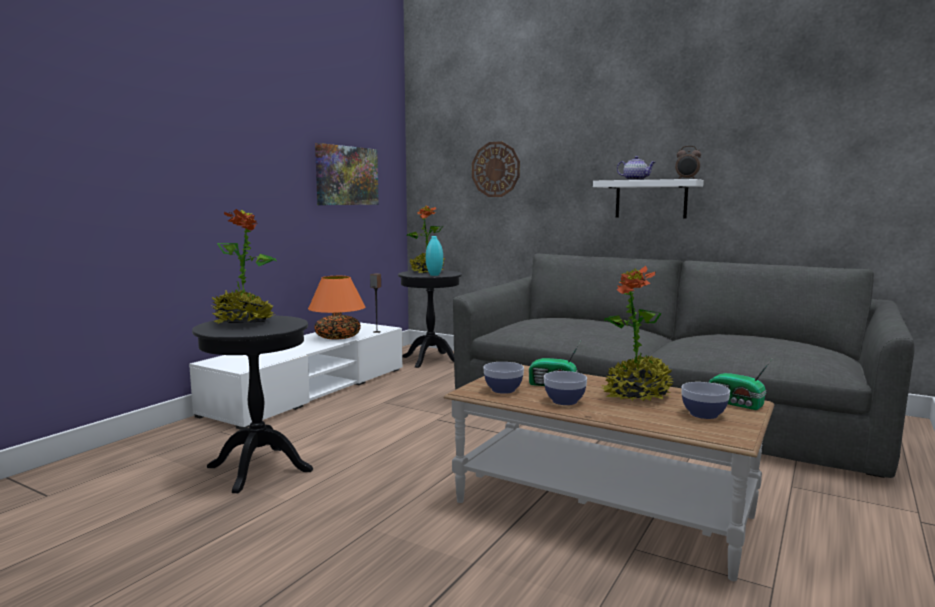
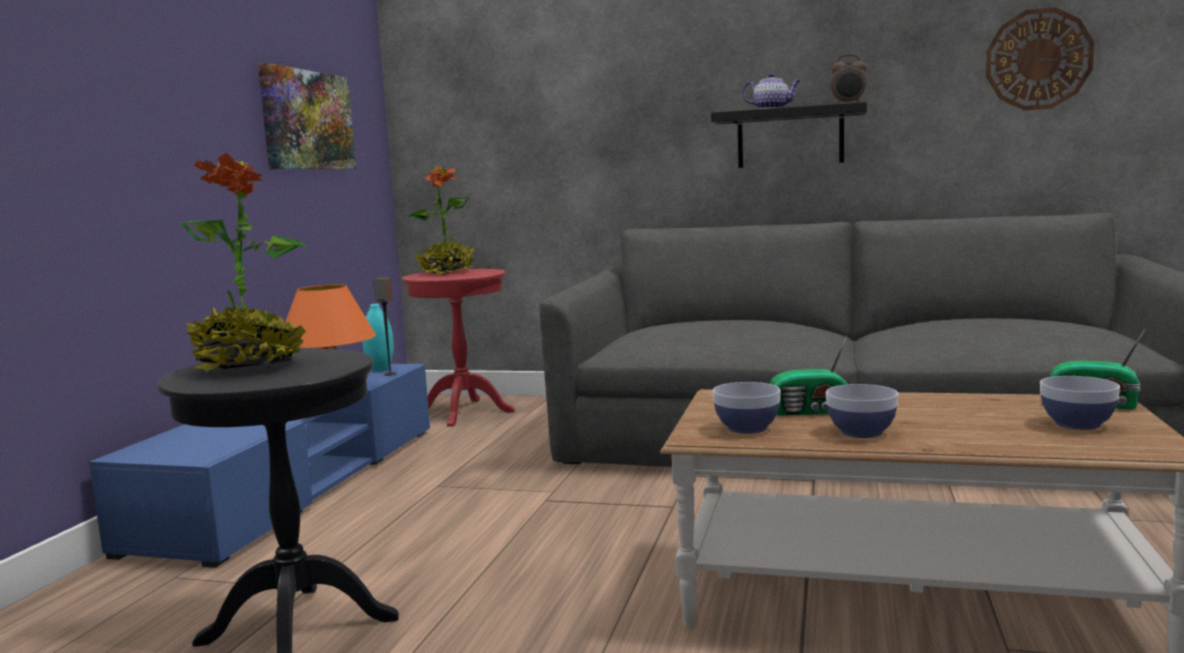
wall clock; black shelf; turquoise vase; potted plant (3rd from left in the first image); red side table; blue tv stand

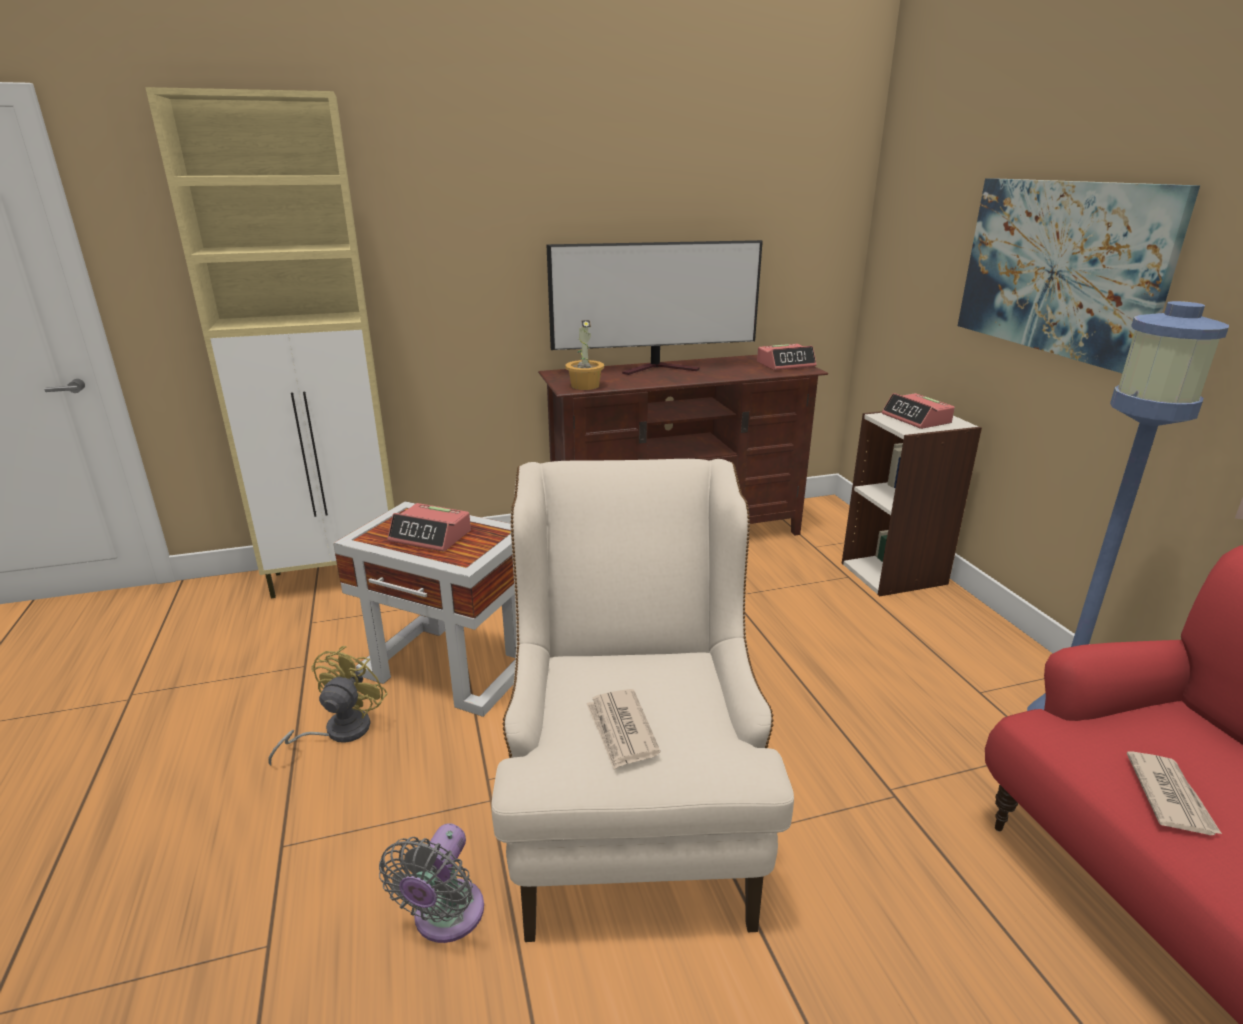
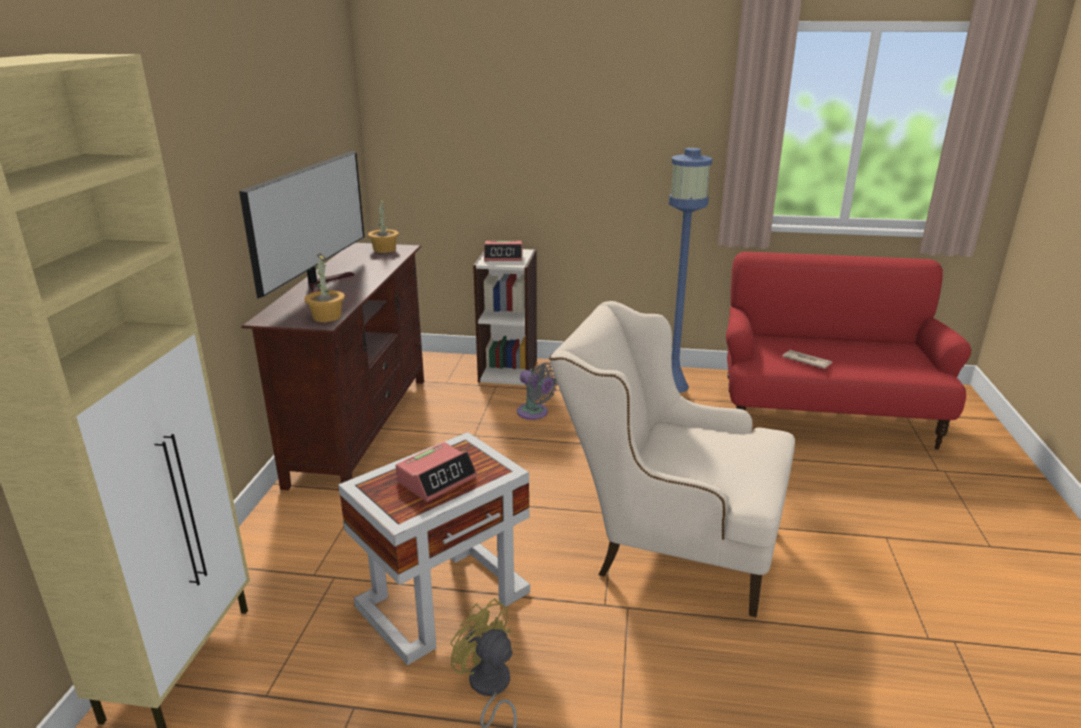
picture; potted plant (2nd from left); newspaper (1st from left in the first image); grey fan

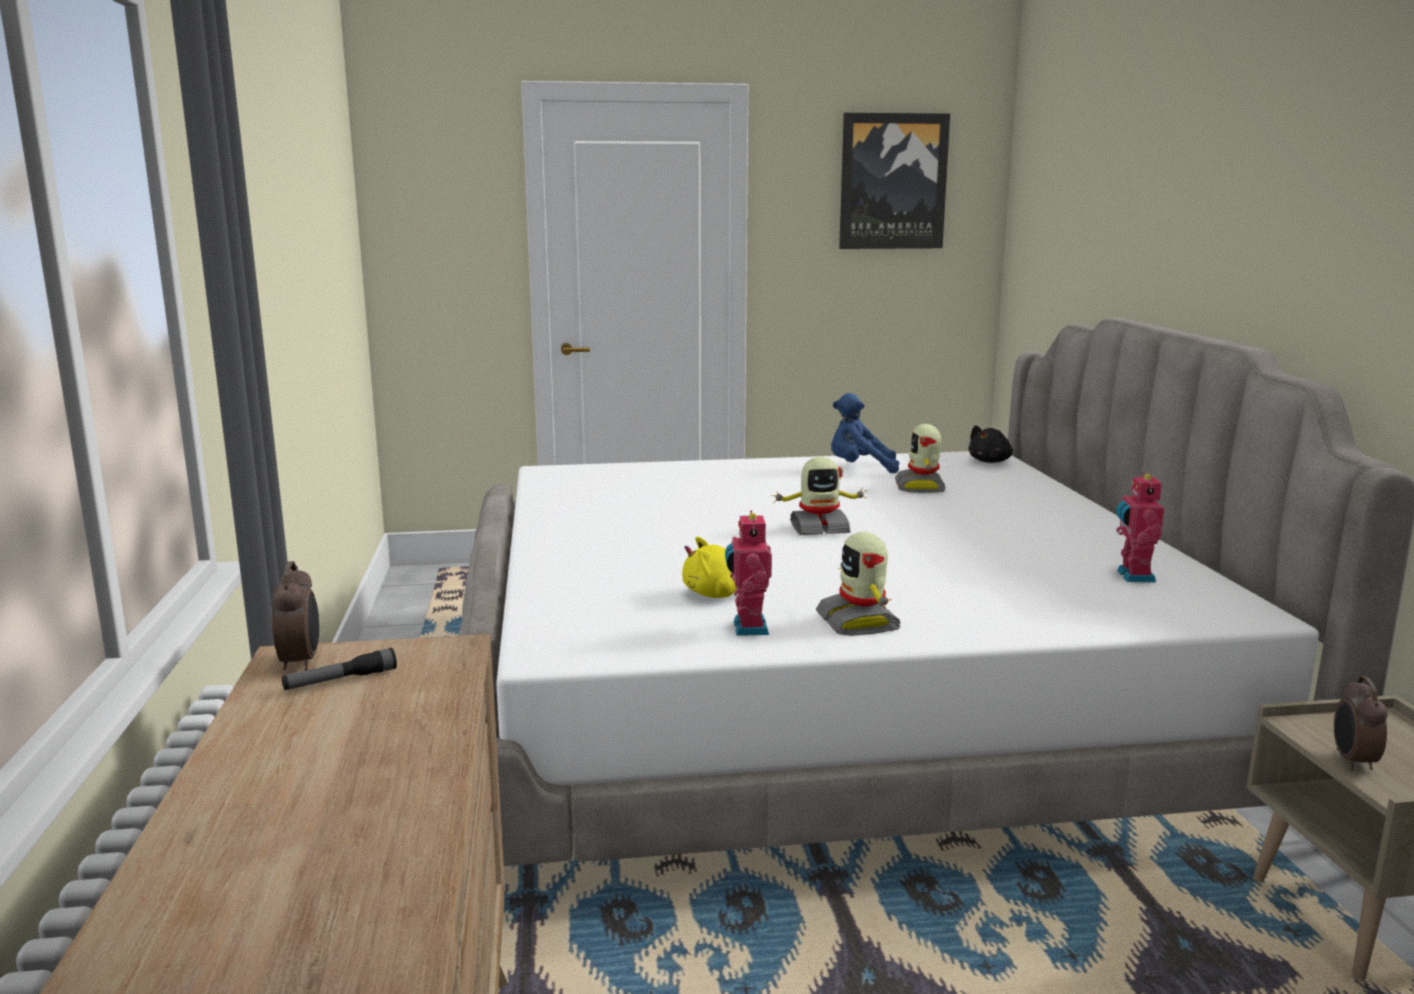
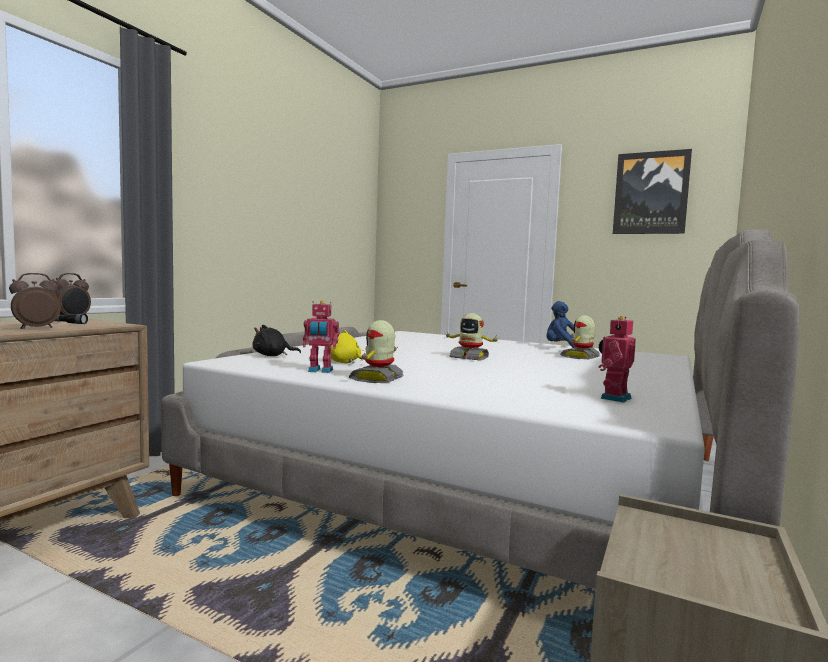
black plush toy; toy robot (1st from left); alarm clock (1st from left)

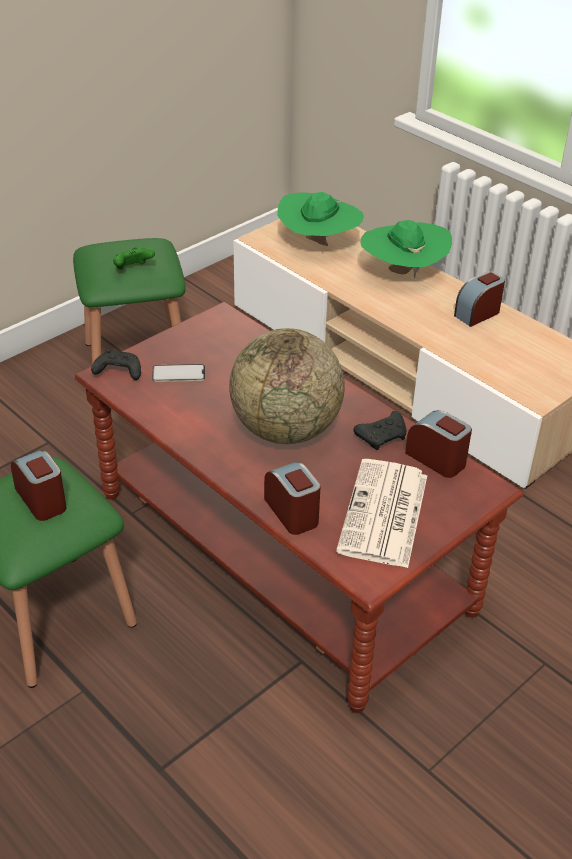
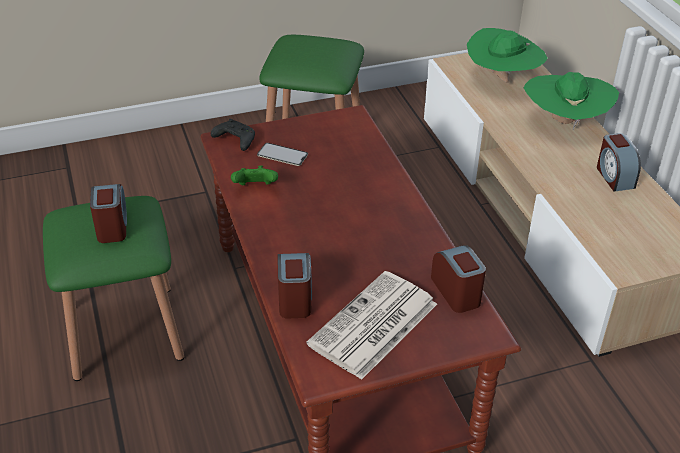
green game controller; alarm clock (4th from left); globe; black game controller (2nd from left in the first image)

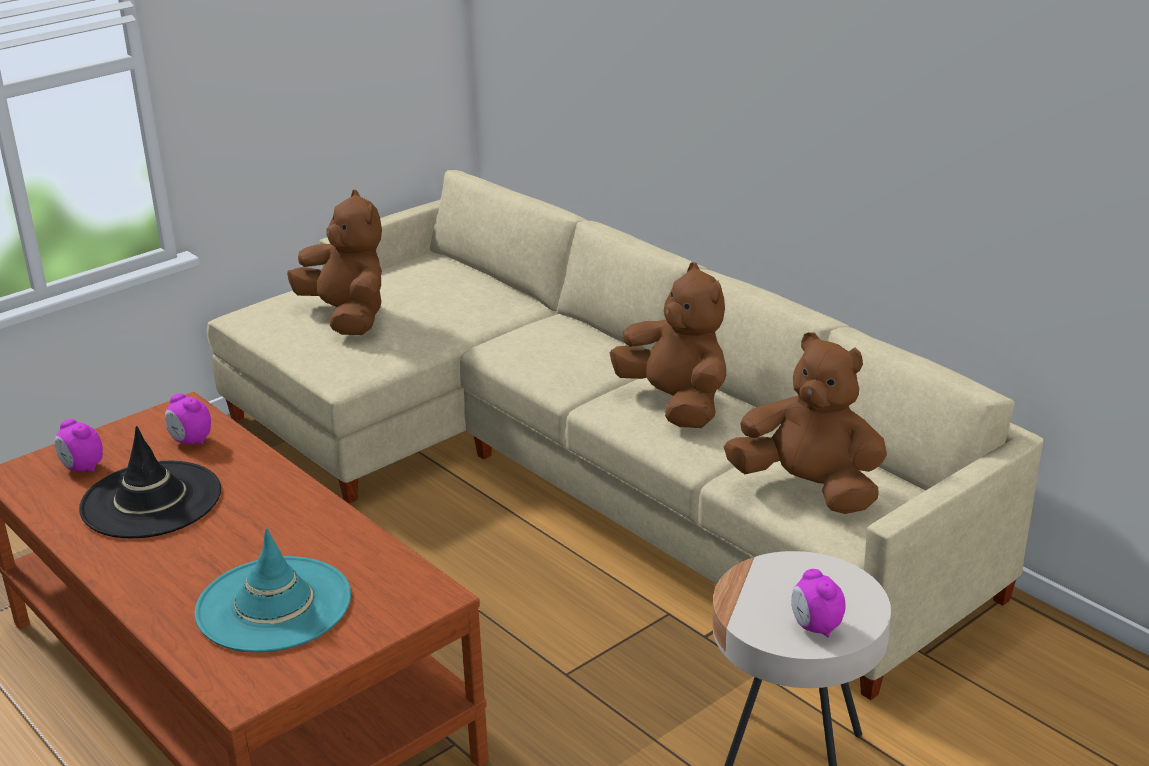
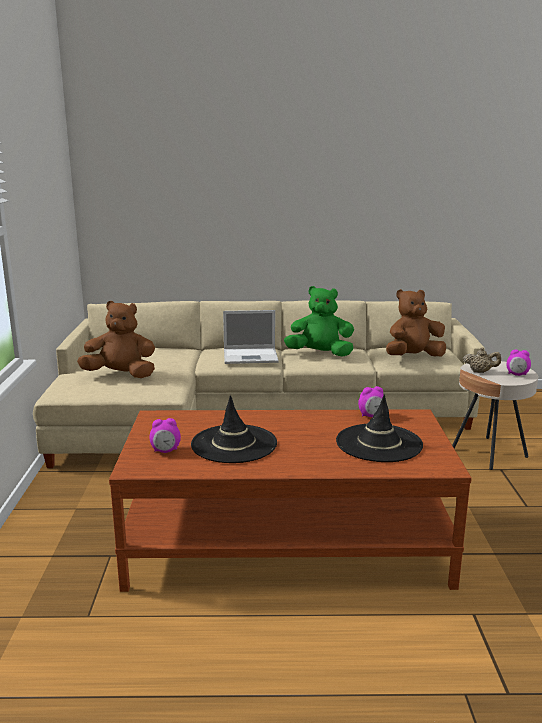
green plush toy; alarm clock (2nd from left); black hat (2nd from left); laptop; beige teapot

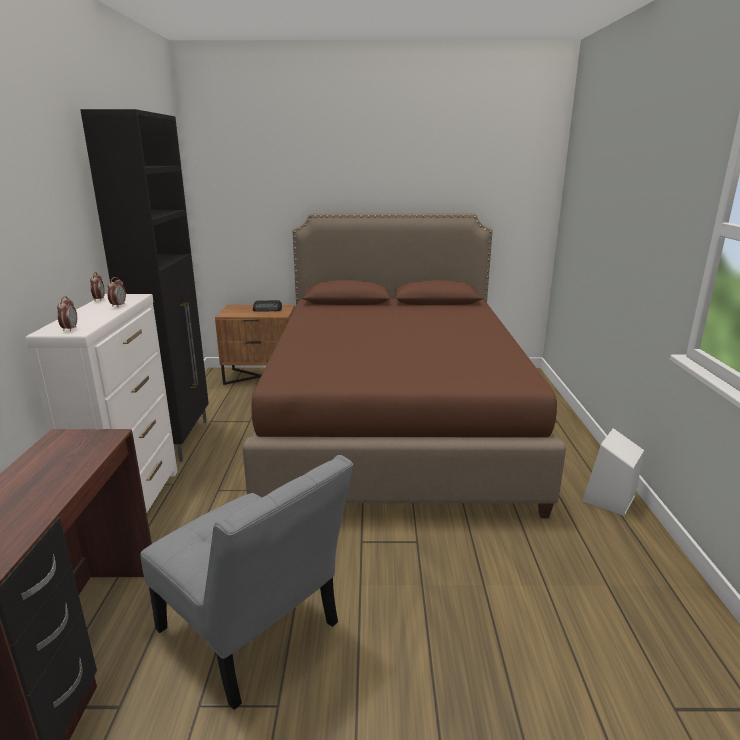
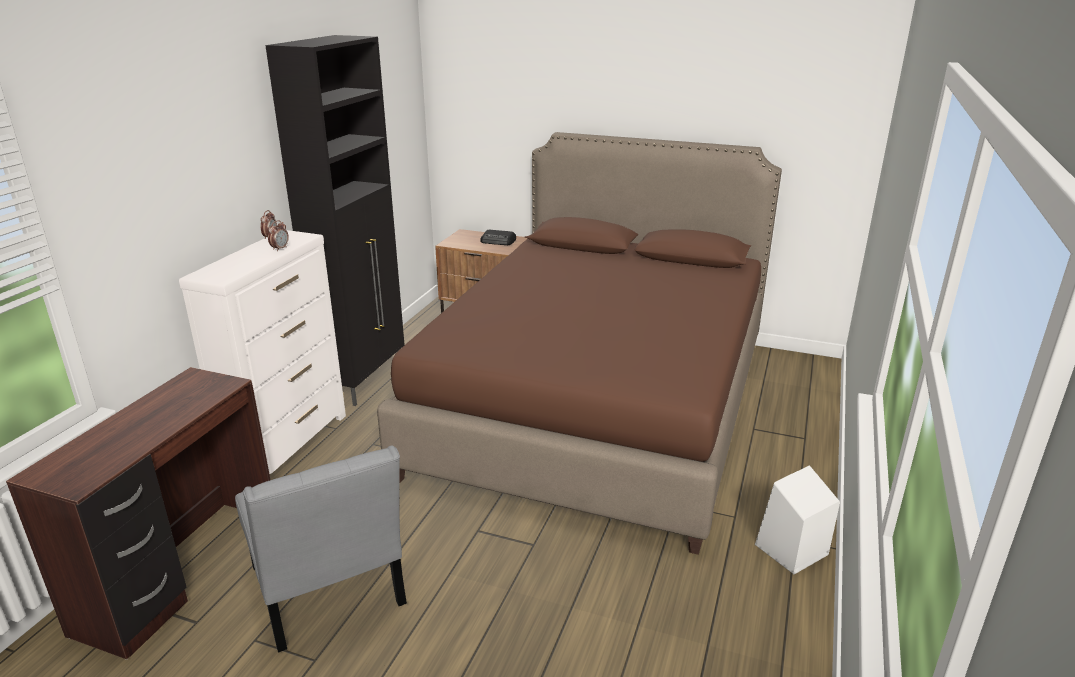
alarm clock (1st from left in the first image)

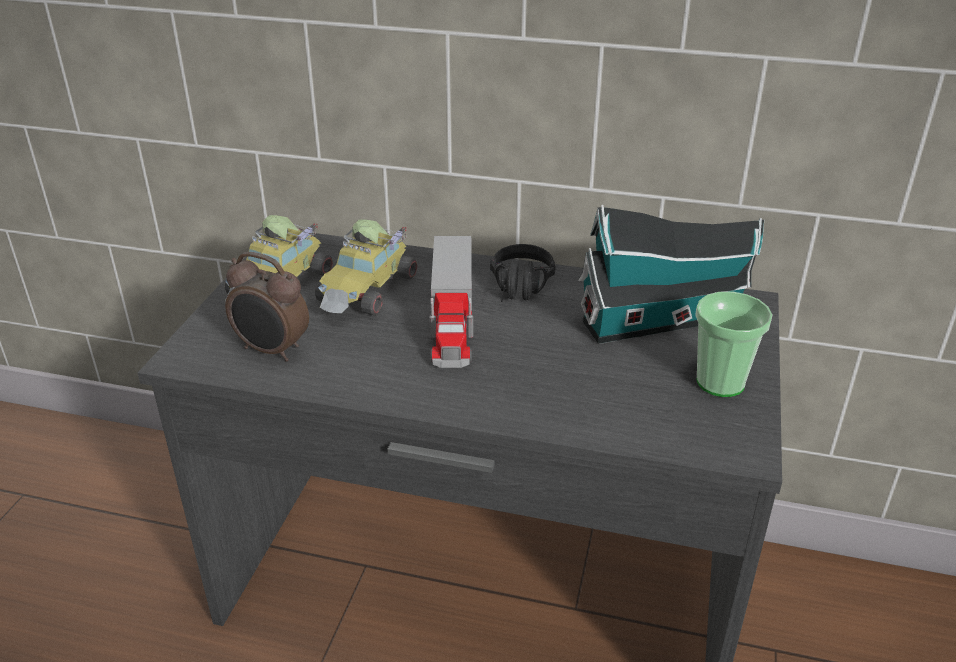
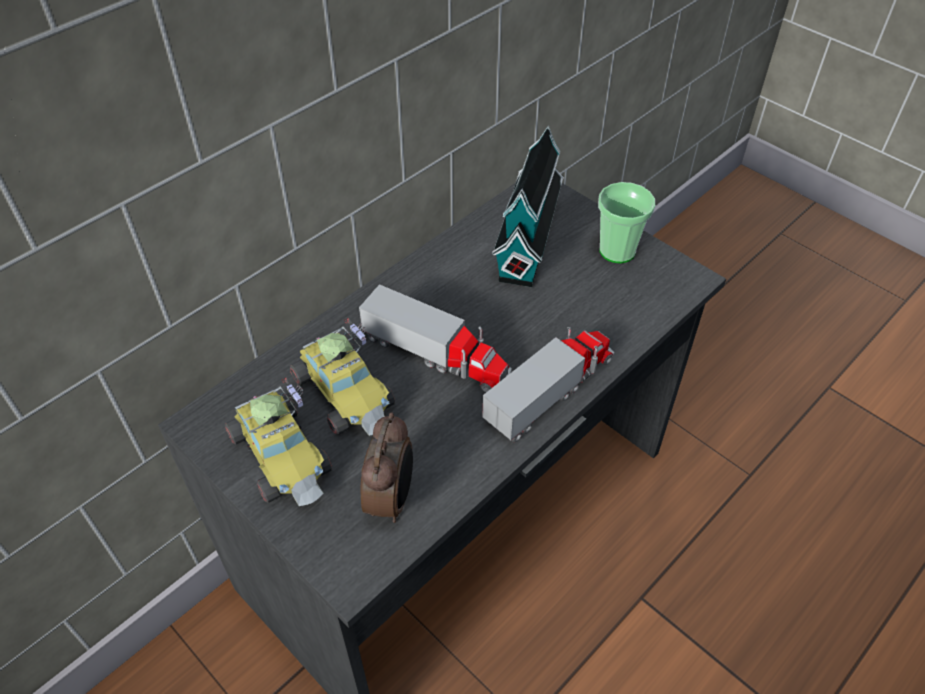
black headphones; alarm clock; toy truck (2nd from left)

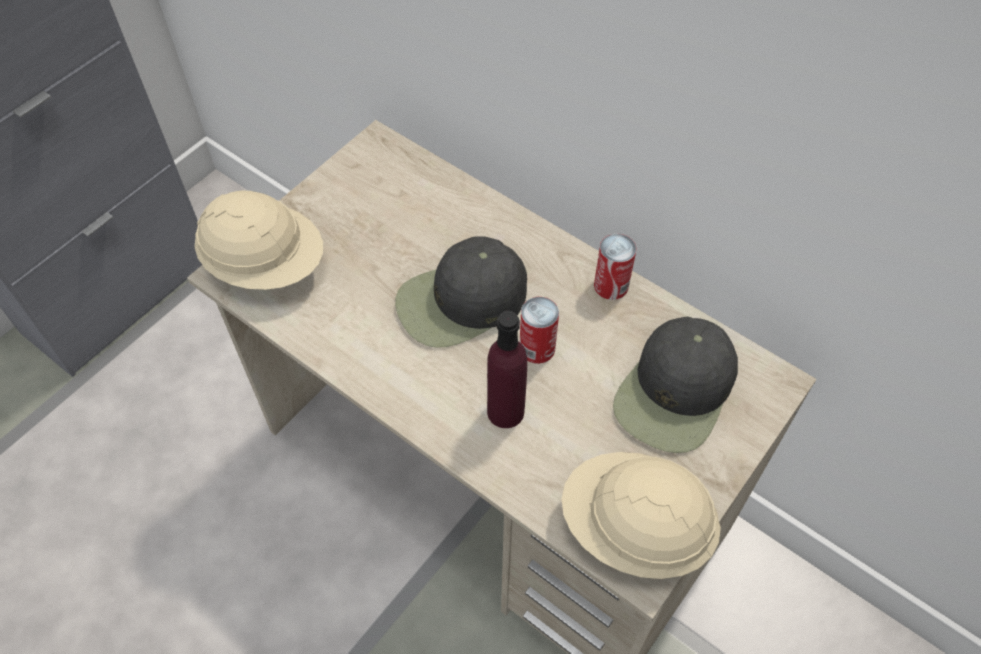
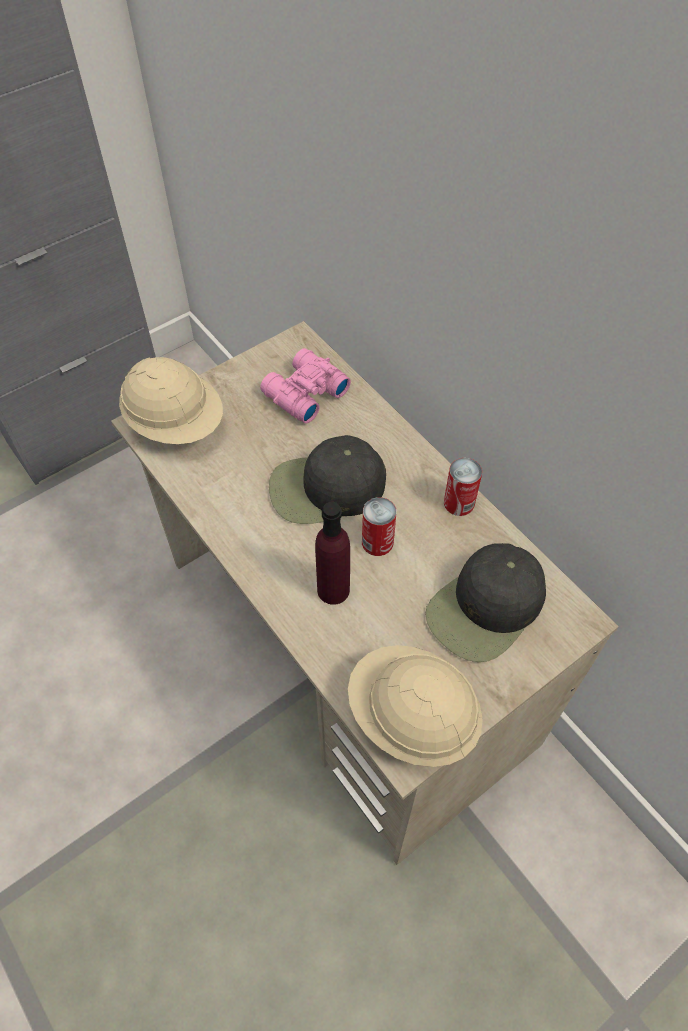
pink binoculars

